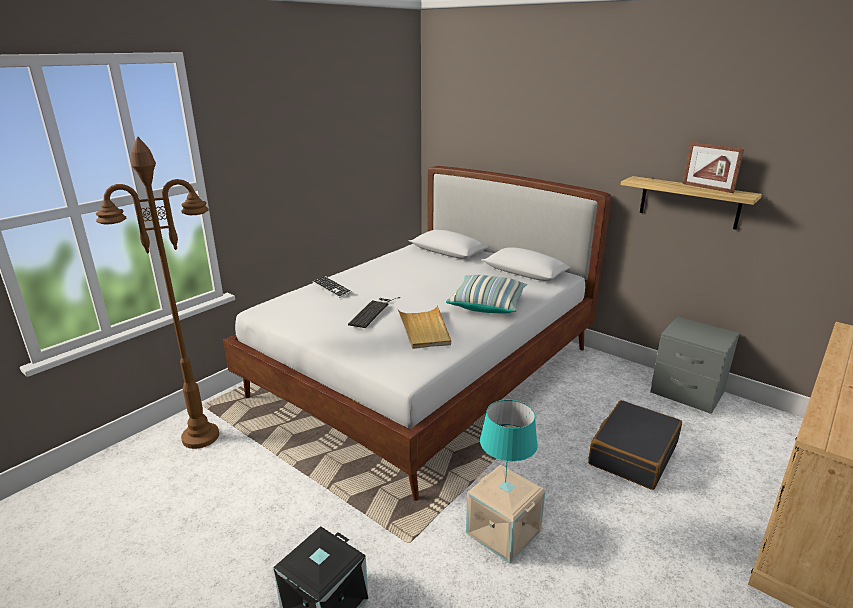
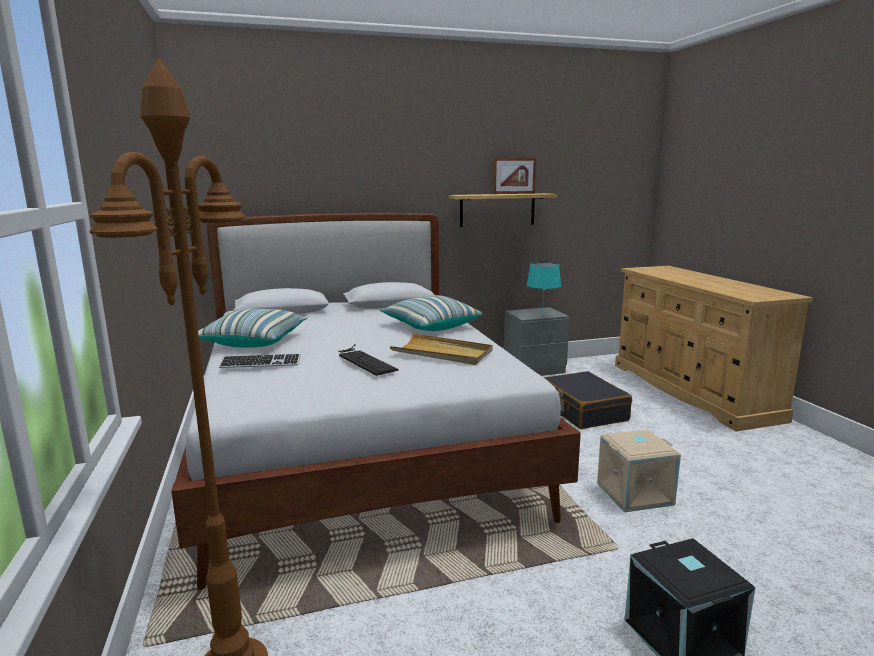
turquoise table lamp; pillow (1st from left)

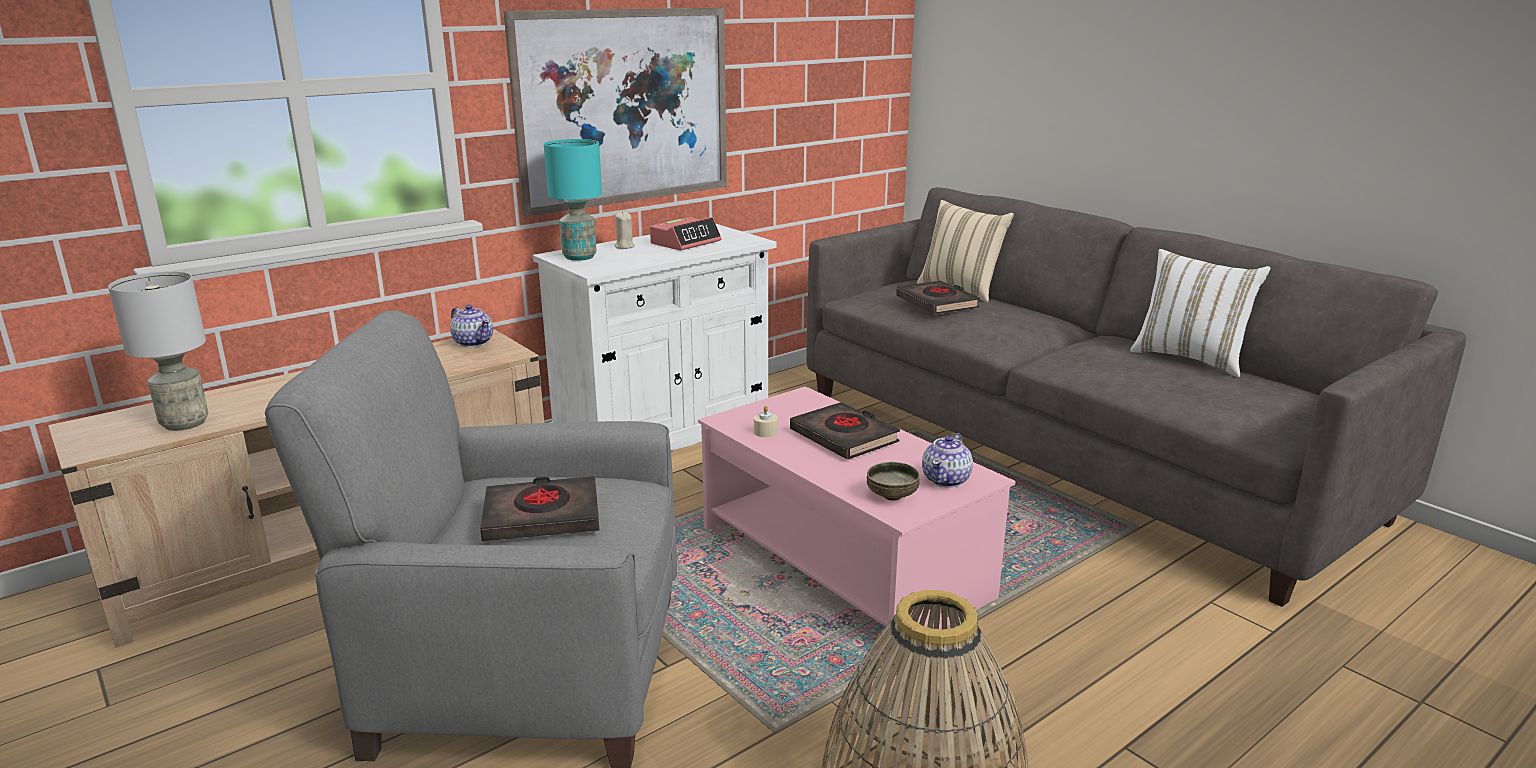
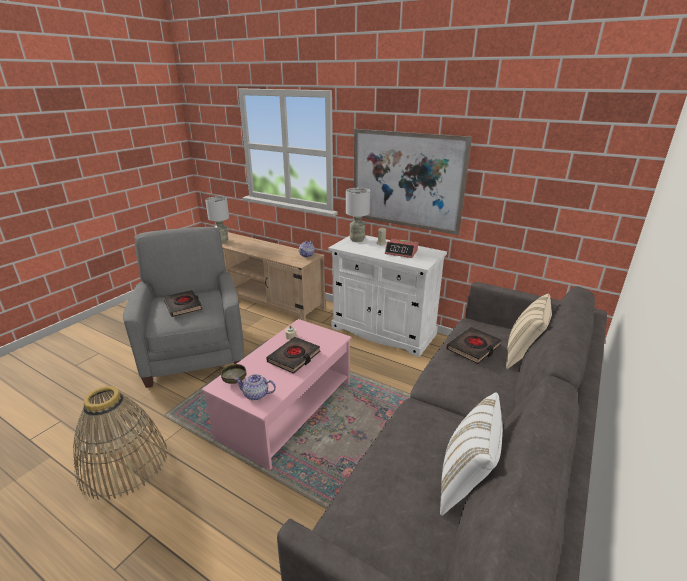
grey table lamp (2nd from left)

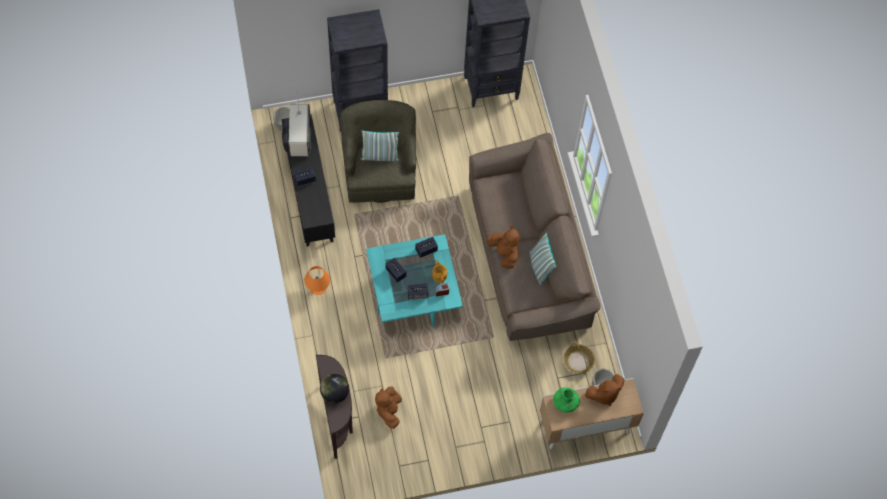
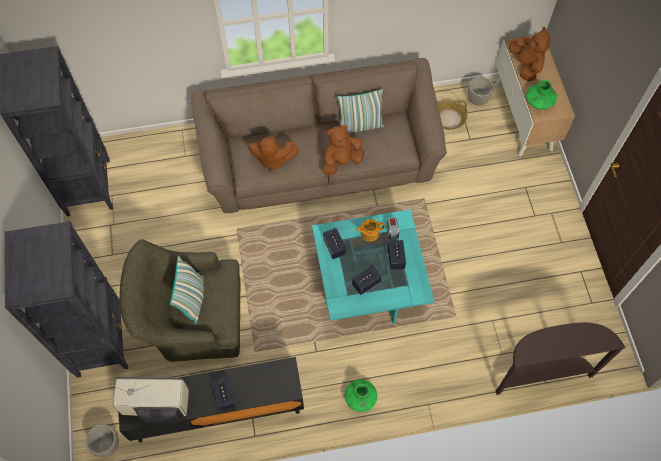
green vase (1st from left); globe; brown plush toy (1st from left)

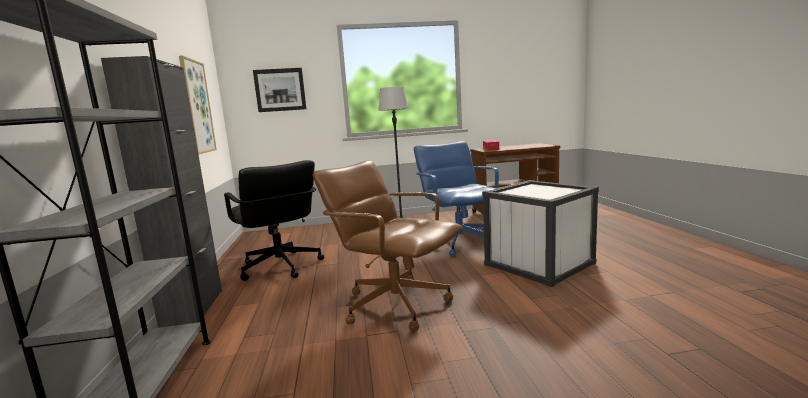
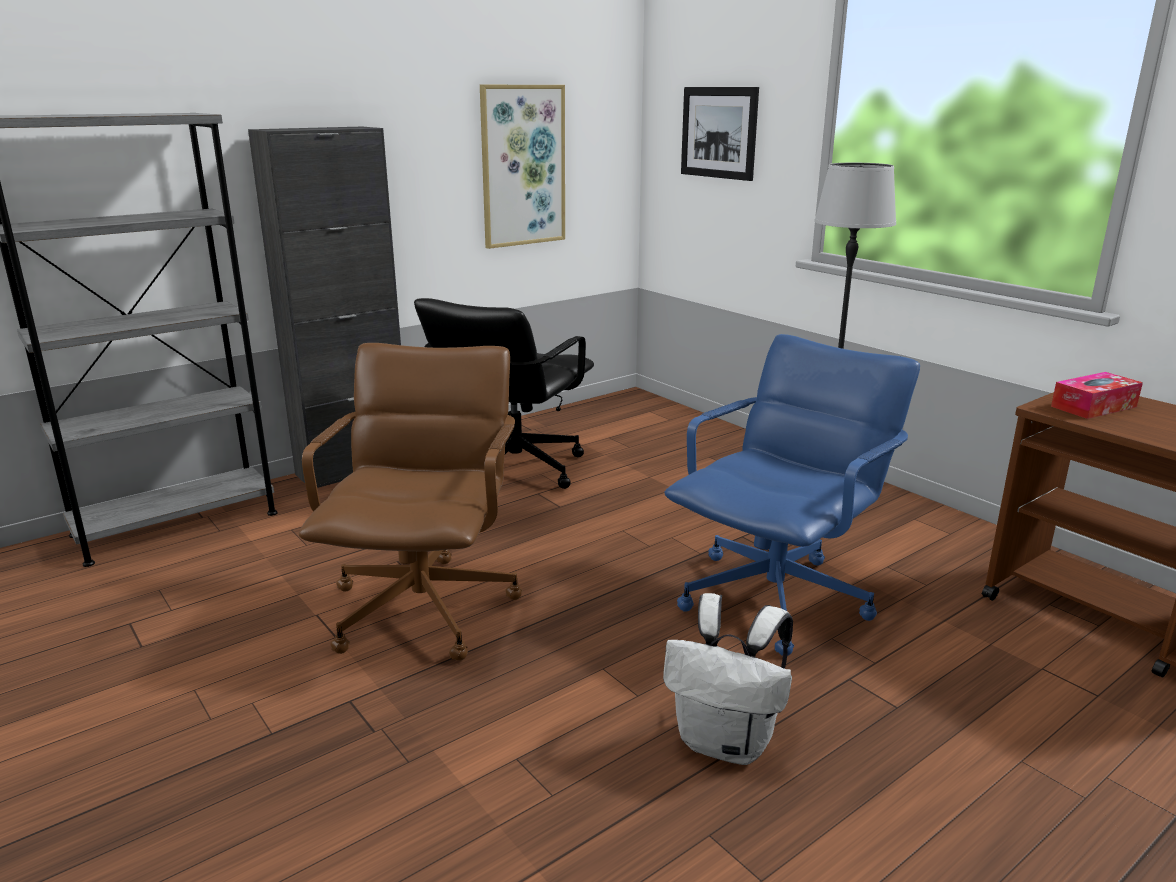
white backpack

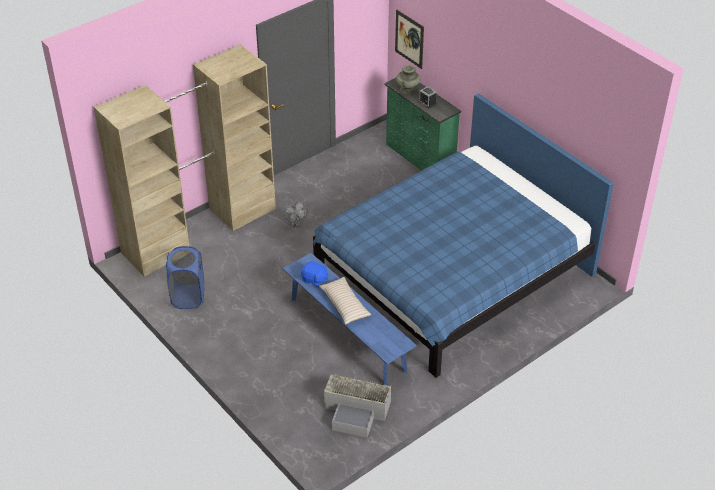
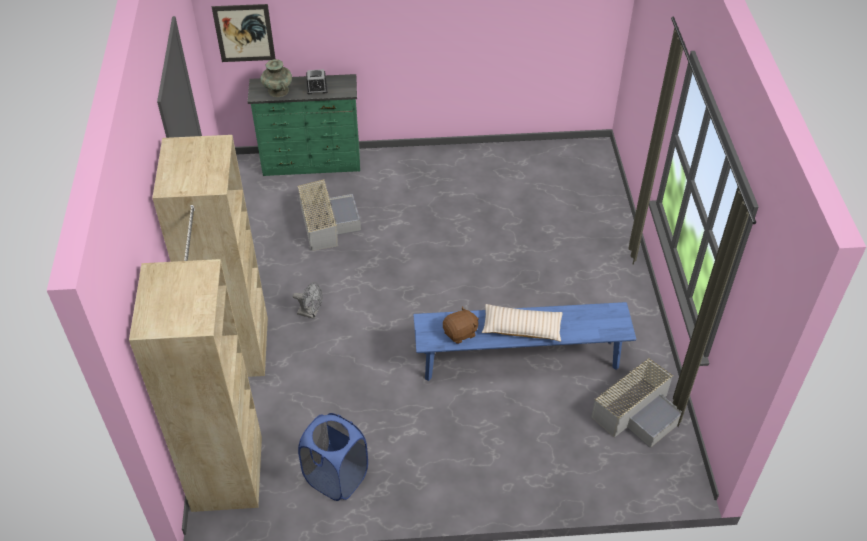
blue bed; brown plush toy; grey storage box (1st from left)

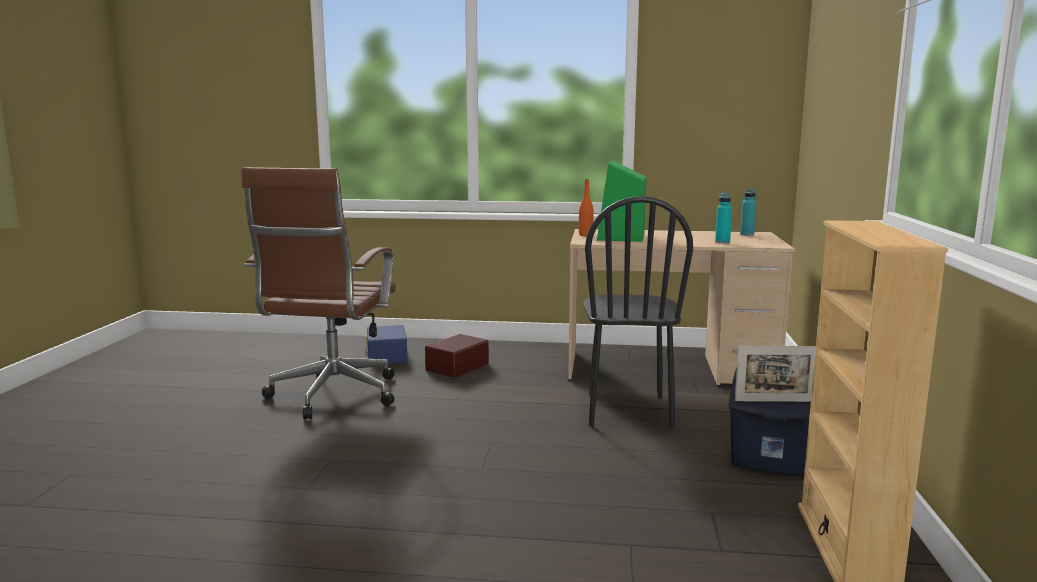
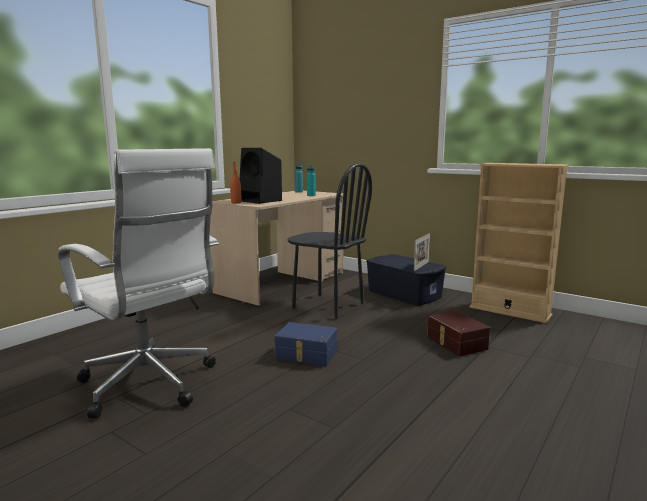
black speaker; white office chair; blue storage box (1st from left); brown storage box

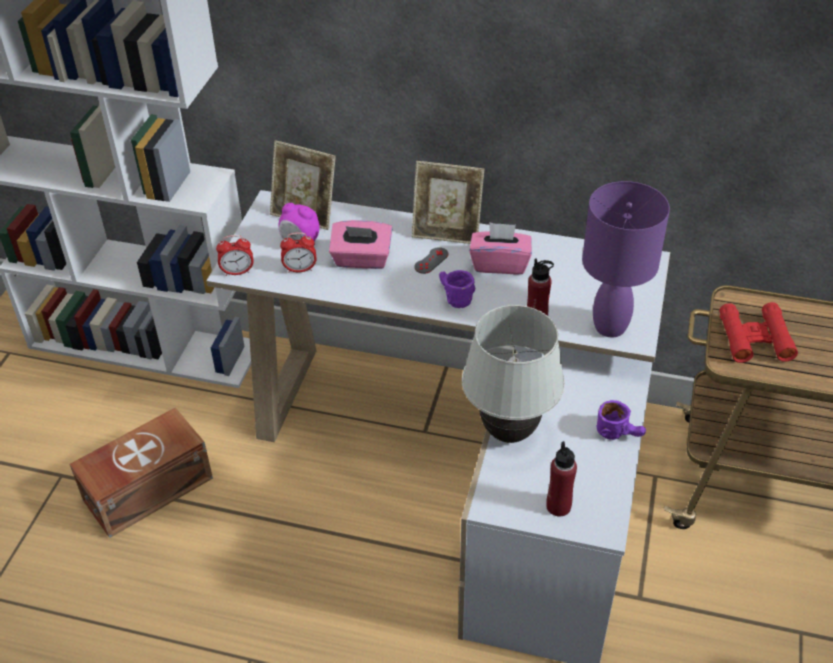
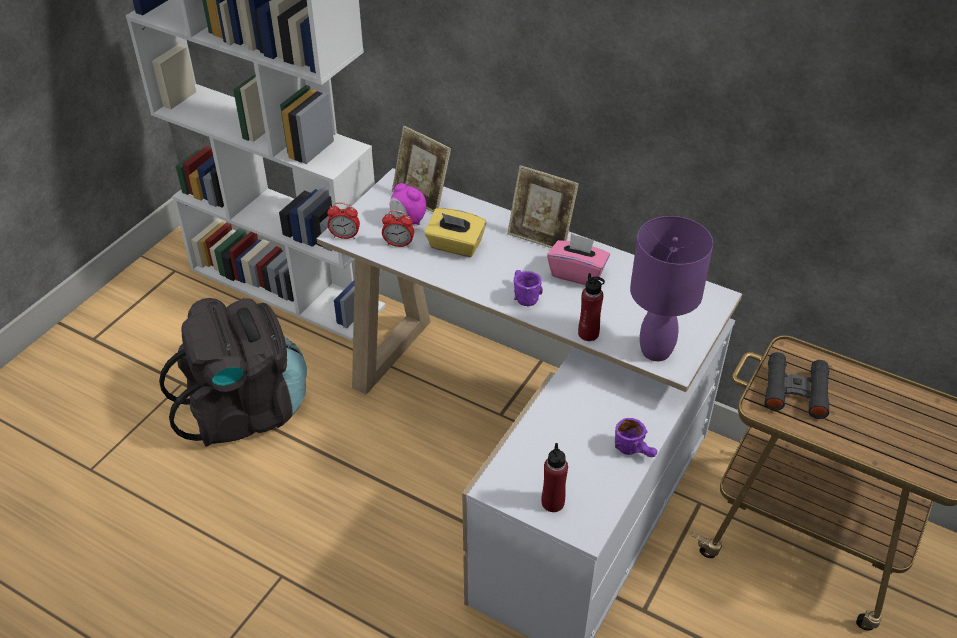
yellow tissue box; grey game controller; black binoculars; white table lamp; black backpack

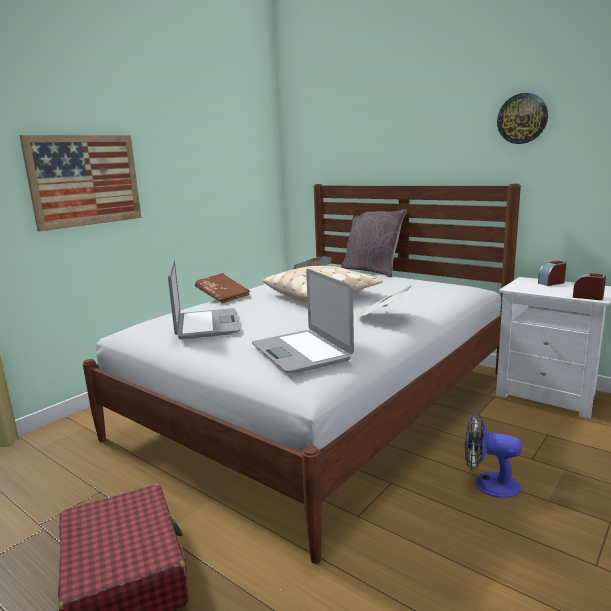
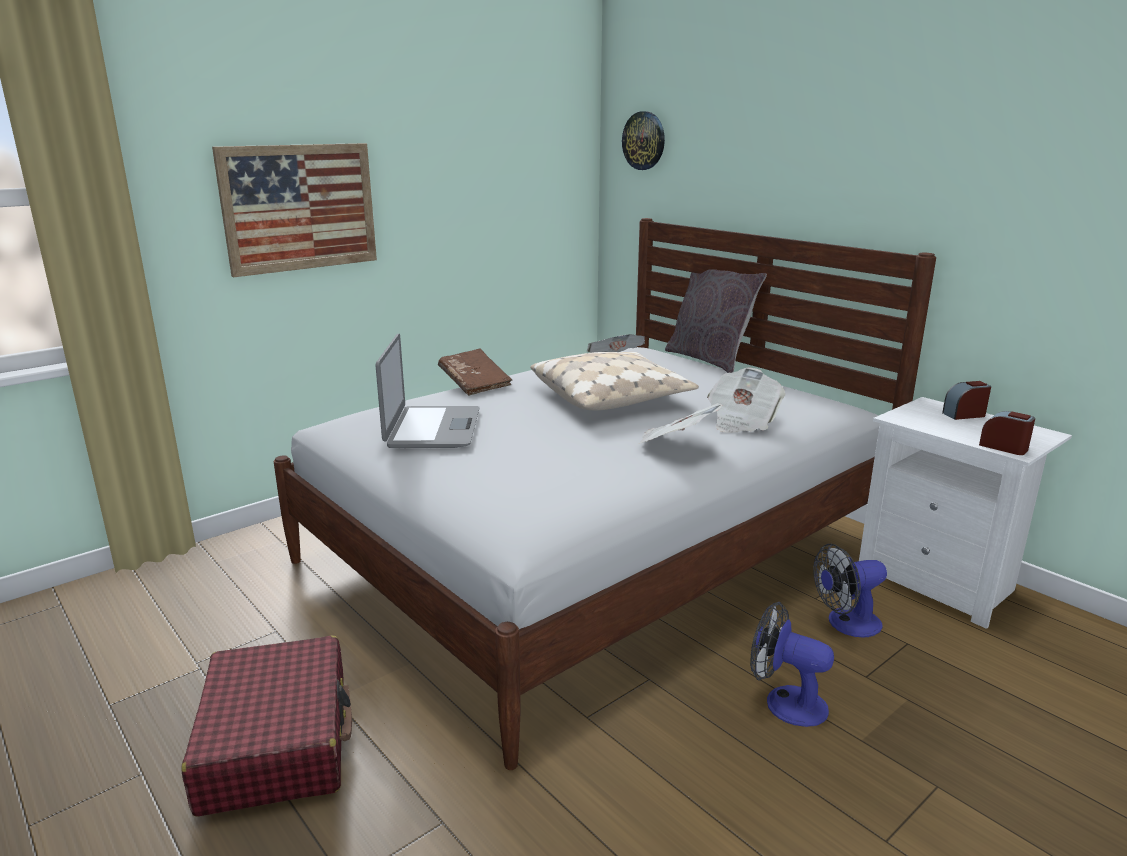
wall clock; laptop (2nd from left in the first image); newspaper (3rd from left); fan (2nd from left)

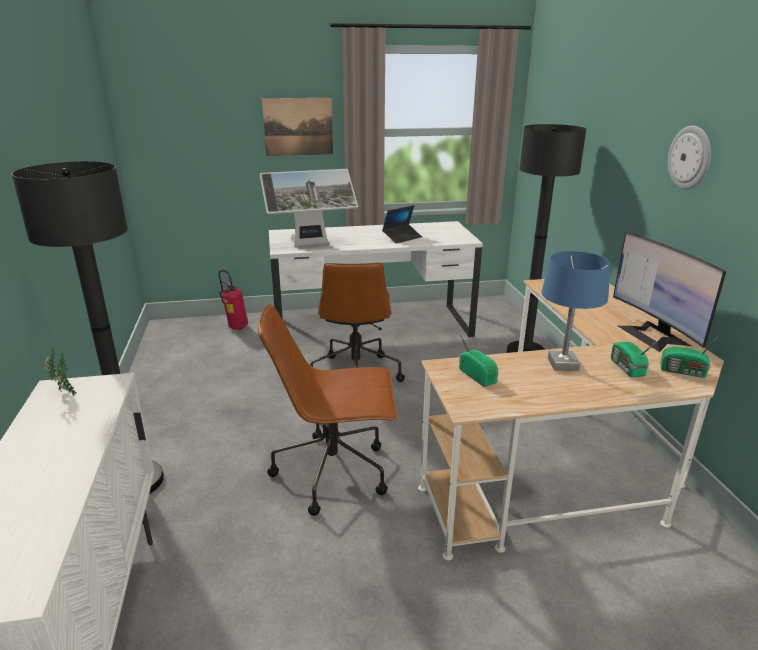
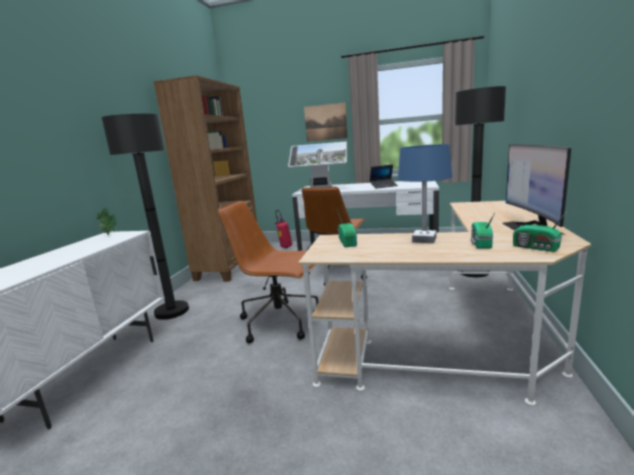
wall clock; brown bookcase

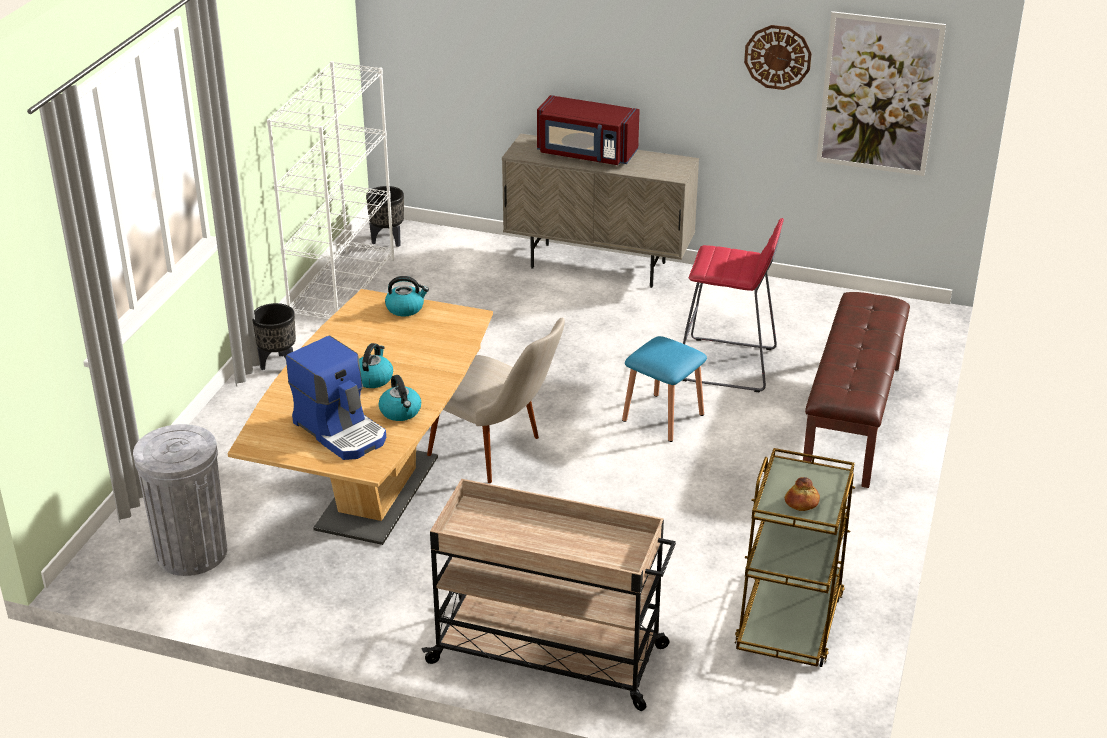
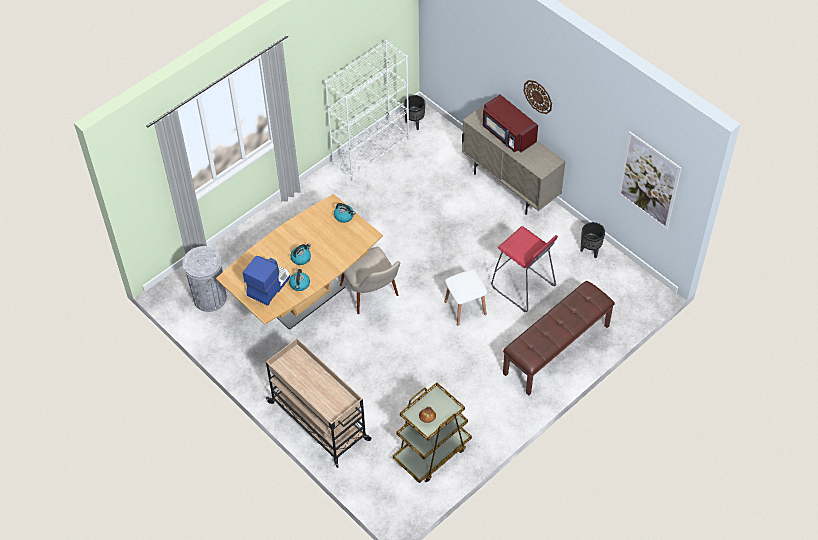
wall clock; black planter (2nd from left); coffee machine; white stool

